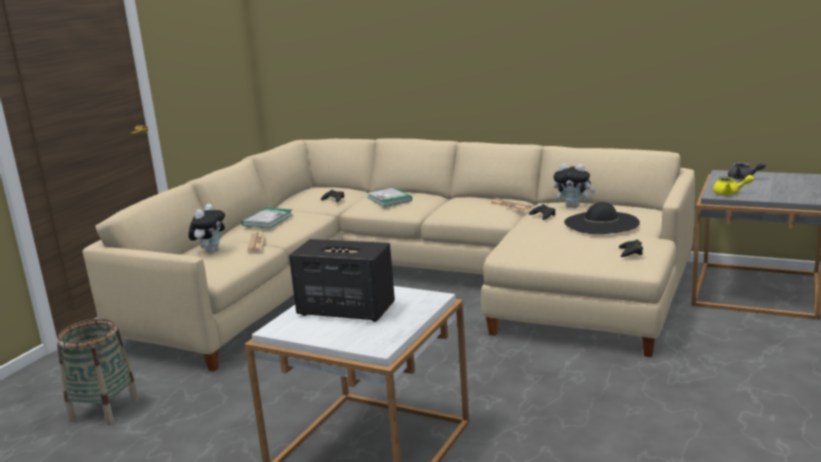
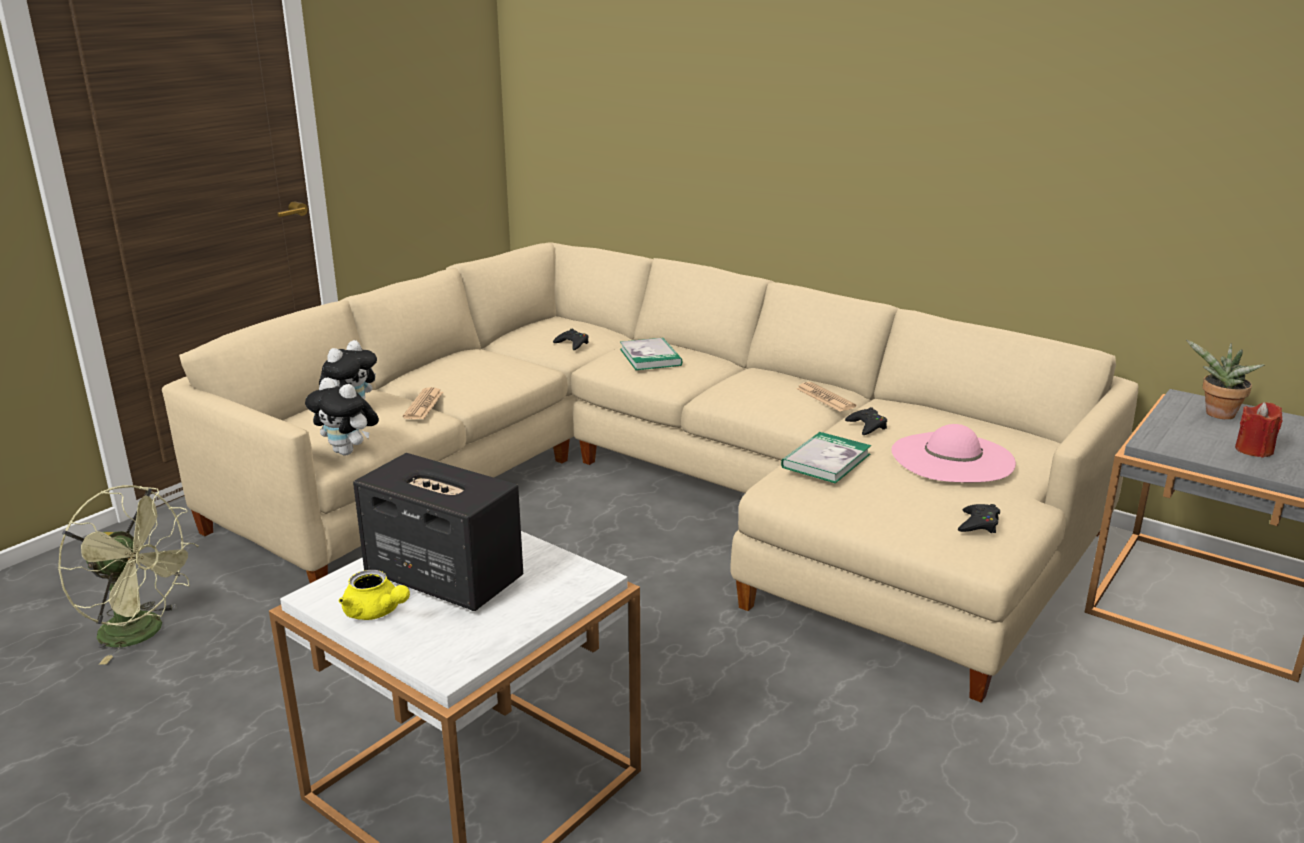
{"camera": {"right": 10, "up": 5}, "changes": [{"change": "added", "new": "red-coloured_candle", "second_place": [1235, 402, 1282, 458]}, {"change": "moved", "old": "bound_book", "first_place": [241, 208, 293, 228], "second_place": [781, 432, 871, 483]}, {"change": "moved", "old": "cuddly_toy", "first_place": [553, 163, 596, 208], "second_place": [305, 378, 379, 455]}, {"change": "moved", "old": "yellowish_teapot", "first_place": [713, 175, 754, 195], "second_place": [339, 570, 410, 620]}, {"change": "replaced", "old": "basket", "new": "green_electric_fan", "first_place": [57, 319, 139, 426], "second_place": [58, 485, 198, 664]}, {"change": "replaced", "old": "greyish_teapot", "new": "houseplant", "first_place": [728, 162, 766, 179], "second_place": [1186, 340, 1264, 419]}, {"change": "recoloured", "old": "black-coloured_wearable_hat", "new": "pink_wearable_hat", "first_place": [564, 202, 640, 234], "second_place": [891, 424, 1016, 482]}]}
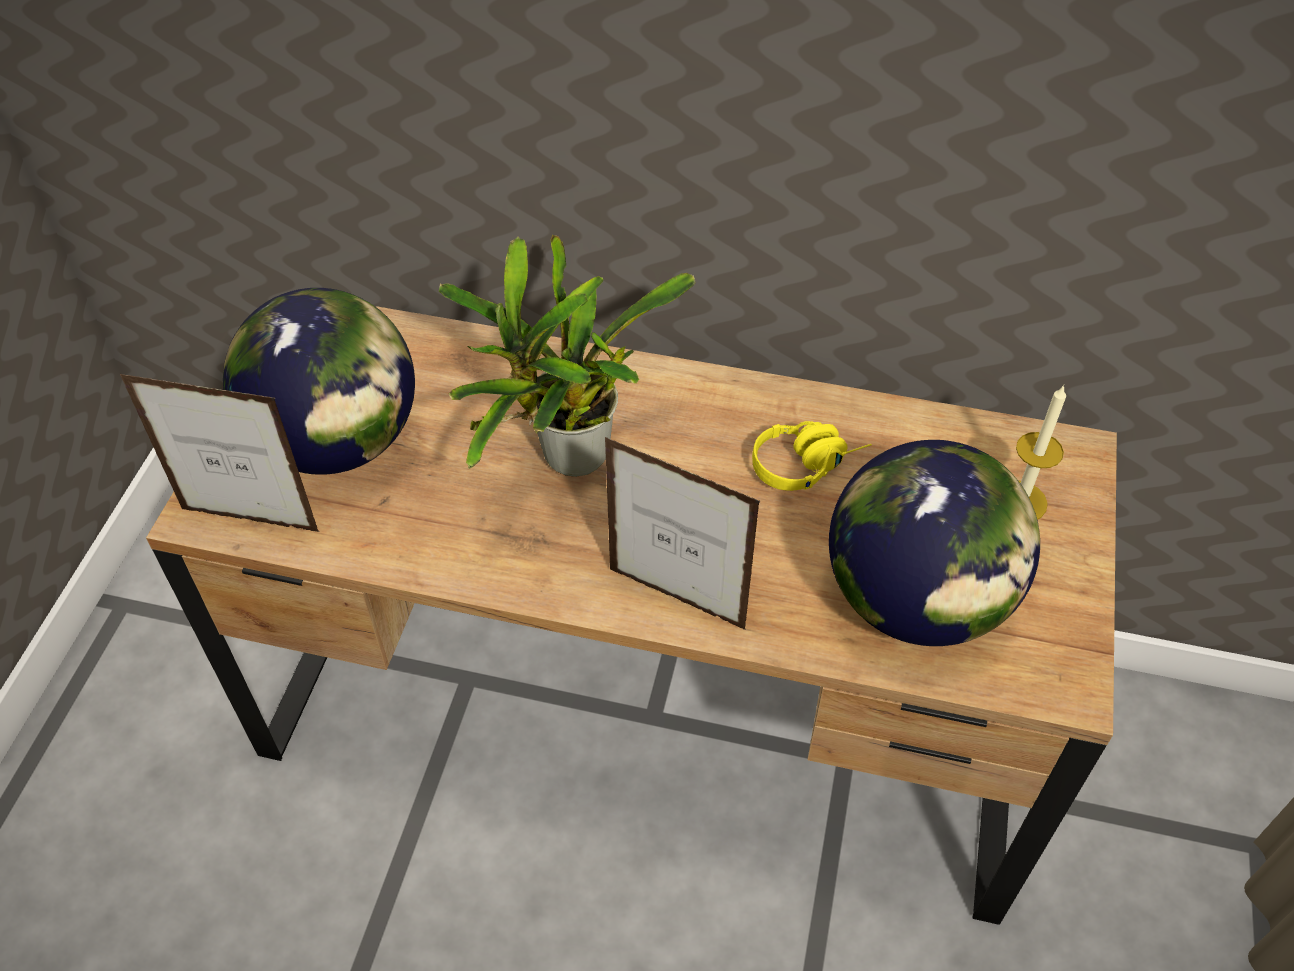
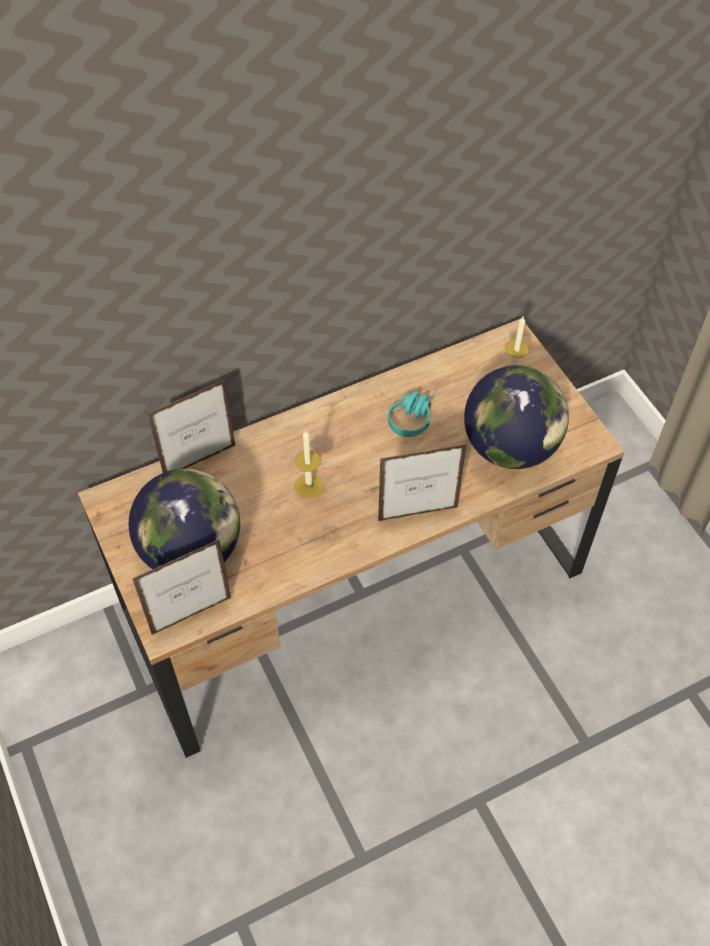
{"camera": {"right": -40, "up": 5}, "changes": [{"change": "added", "new": "standing_frame", "second_place": [148, 379, 235, 473]}, {"change": "replaced", "old": "houseplant", "new": "candle", "first_place": [439, 235, 696, 477], "second_place": [295, 431, 324, 498]}, {"change": "recoloured", "old": "yellowish_headset", "new": "turquoise_headset", "first_place": [752, 421, 872, 491], "second_place": [388, 389, 437, 437]}]}
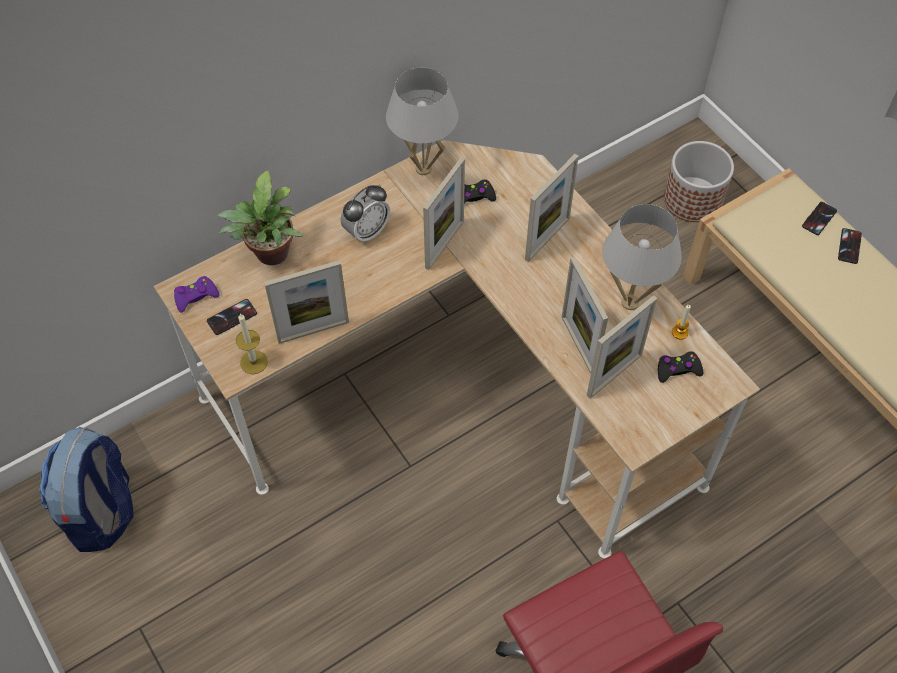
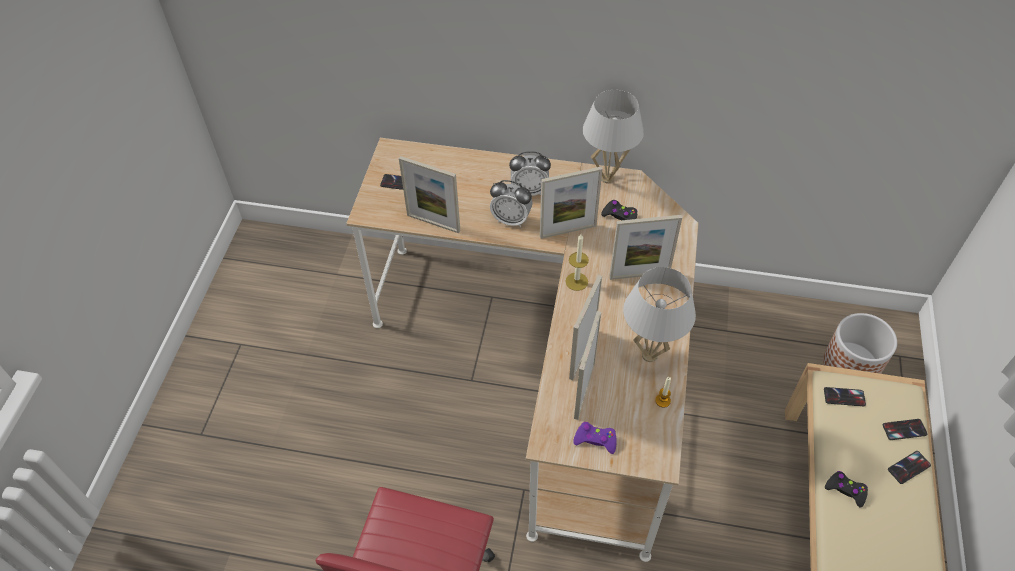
{"camera": {"right": 45, "up": -5}, "changes": [{"change": "removed", "old": "backpack", "first_place": [39, 427, 134, 552]}, {"change": "removed", "old": "houseplant", "first_place": [217, 170, 303, 265]}, {"change": "added", "new": "alarm_clock", "second_place": [490, 180, 533, 227]}, {"change": "added", "new": "telephone", "second_place": [824, 387, 866, 406]}, {"change": "moved", "old": "purple-coloured_game_controller", "first_place": [174, 276, 220, 313], "second_place": [573, 422, 617, 454]}, {"change": "moved", "old": "candle", "first_place": [236, 313, 268, 374], "second_place": [565, 234, 589, 291]}, {"change": "moved", "old": "black-coloured_game_controller", "first_place": [658, 351, 703, 383], "second_place": [825, 471, 868, 508]}, {"change": "turned", "old": "standing_frame", "first_place": [587, 295, 657, 399], "second_place": [574, 311, 601, 420], "degrees": 105}]}
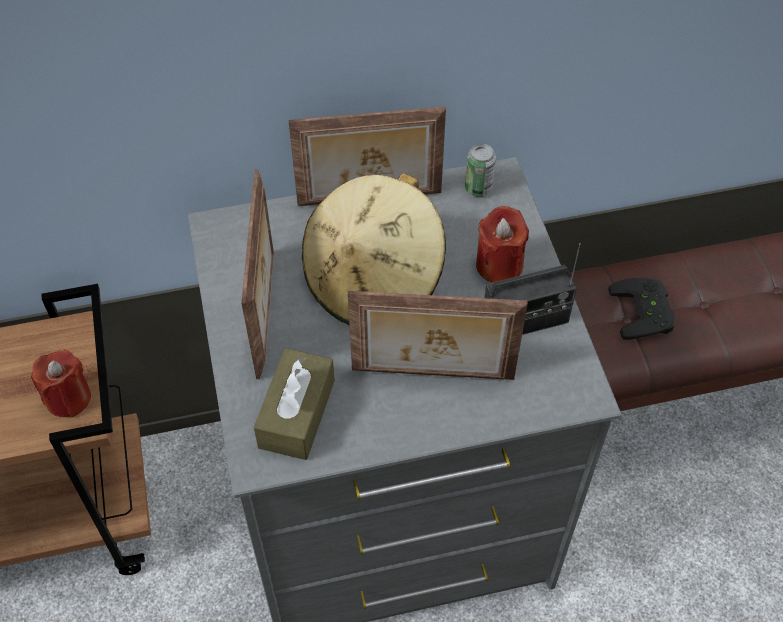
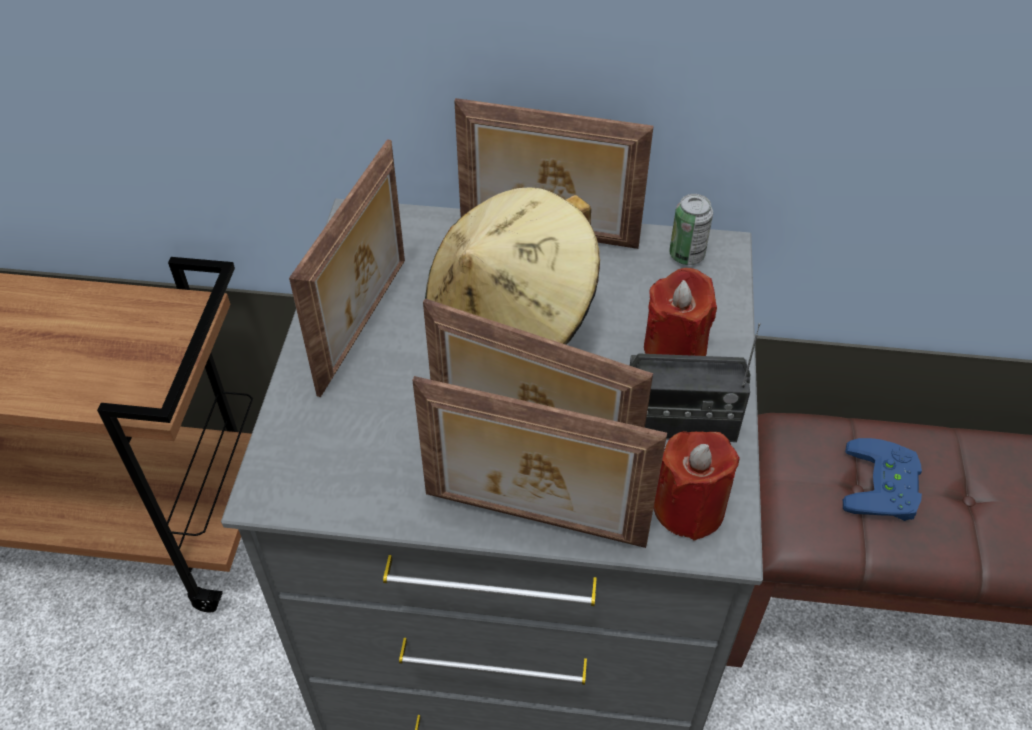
{"camera": {"right": 20, "up": -5}, "changes": [{"change": "removed", "old": "brown_tissue_holder", "first_place": [254, 348, 335, 460]}, {"change": "added", "new": "standing_frame", "second_place": [413, 376, 667, 548]}, {"change": "moved", "old": "red-coloured_candle", "first_place": [31, 350, 91, 417], "second_place": [653, 431, 740, 541]}, {"change": "recoloured", "old": "black-coloured_game_controller", "new": "blue_game_controller", "first_place": [609, 278, 675, 340], "second_place": [843, 438, 922, 521]}]}
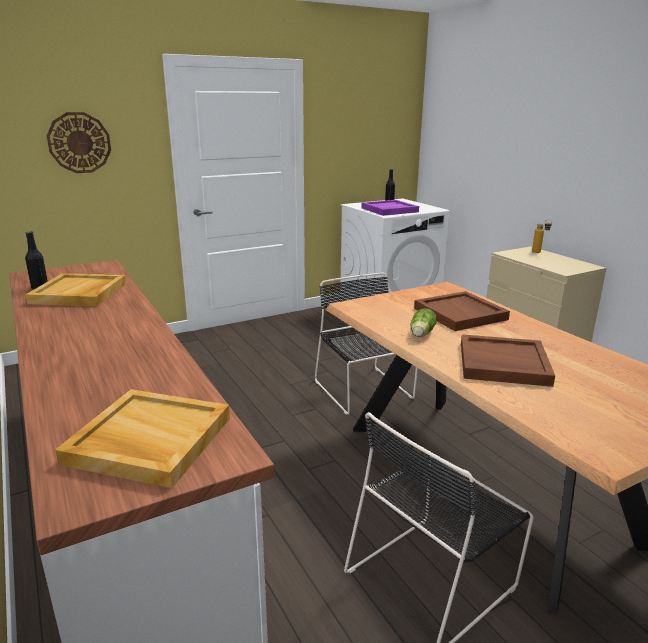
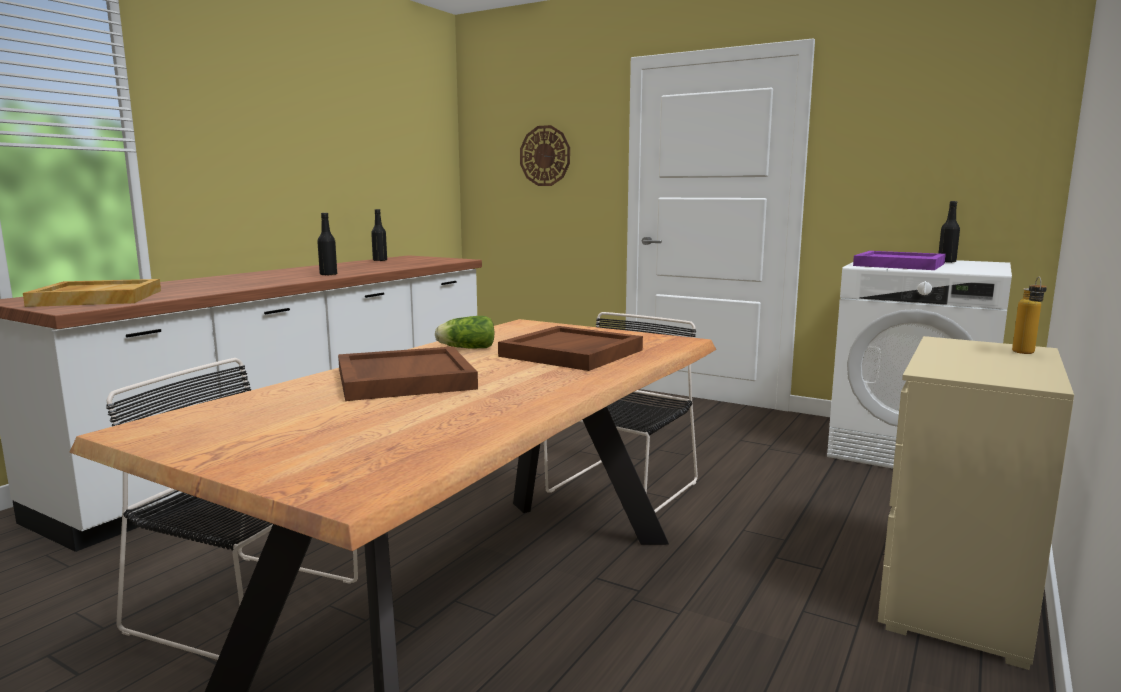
{"camera": {"right": 60, "up": -10}, "changes": [{"change": "removed", "old": "beige_tray", "first_place": [25, 273, 126, 306]}, {"change": "added", "new": "black-coloured_beverage_bottle", "second_place": [317, 213, 337, 275]}]}
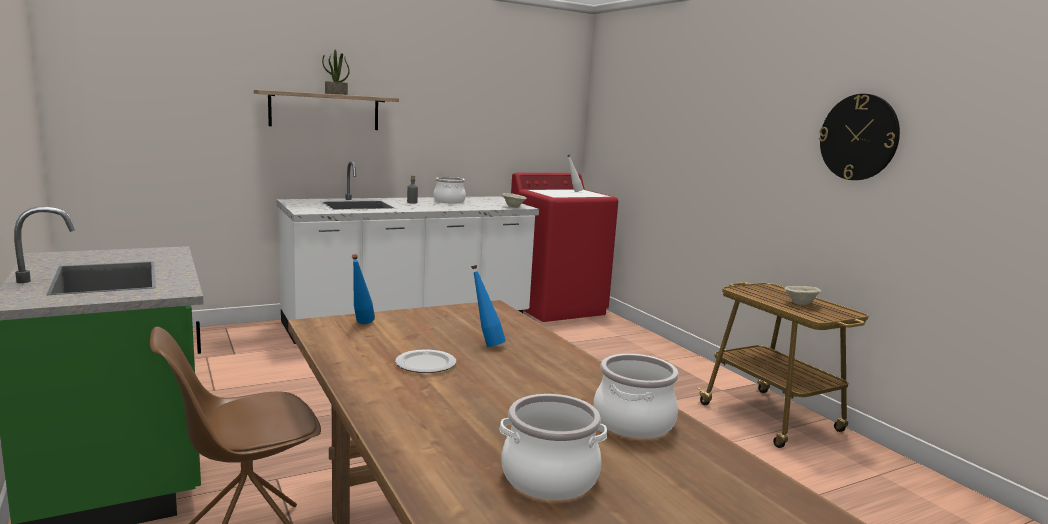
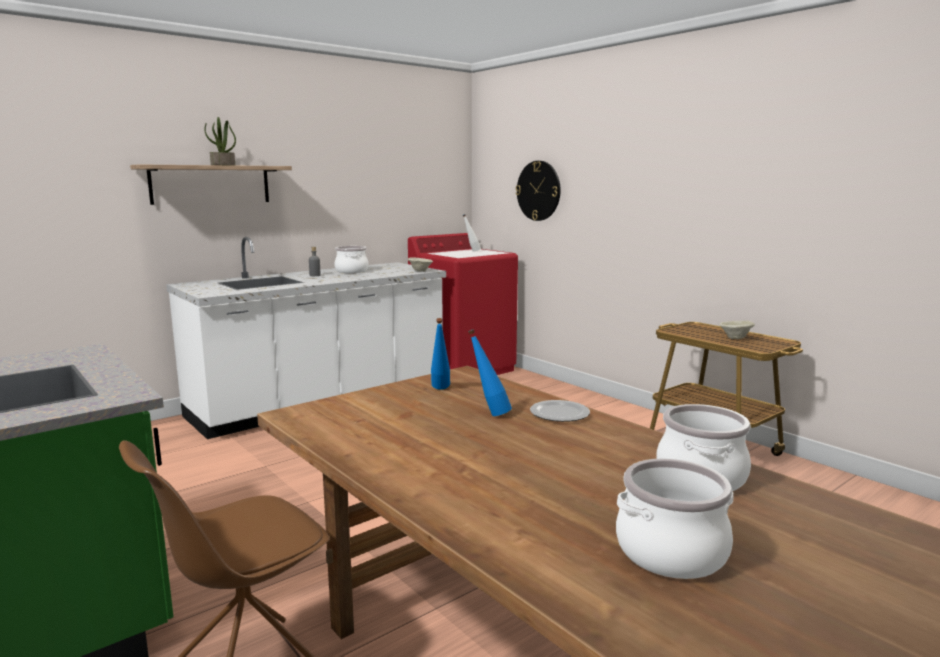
{"camera": {"right": -10, "up": 0}, "changes": [{"change": "moved", "old": "blue_beverage_bottle", "first_place": [352, 254, 375, 324], "second_place": [431, 318, 450, 390]}, {"change": "moved", "old": "dinner_plate", "first_place": [395, 350, 456, 373], "second_place": [530, 400, 590, 422]}, {"change": "moved", "old": "wall_clock", "first_place": [819, 94, 900, 180], "second_place": [516, 161, 561, 221]}]}
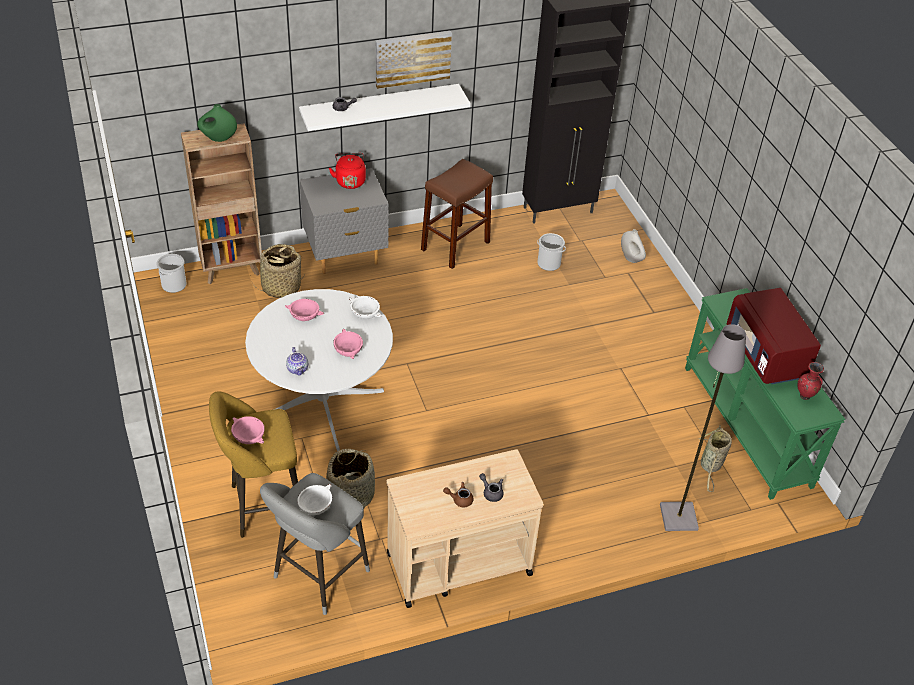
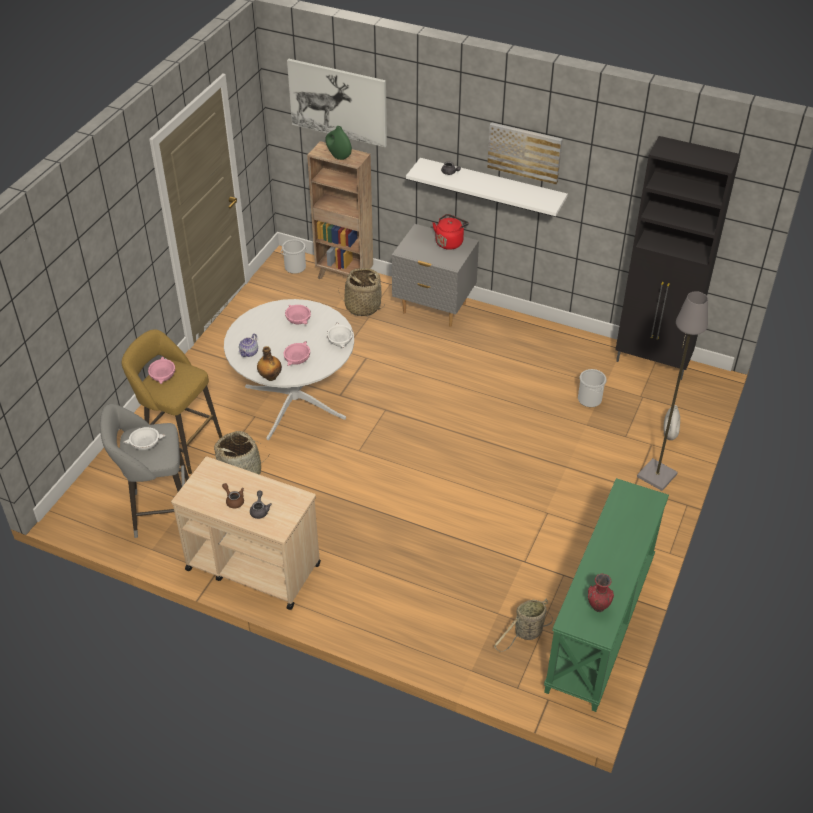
{"camera": {"right": 45, "up": 0}, "changes": [{"change": "removed", "old": "brown_sitting_stool", "first_place": [421, 159, 493, 269]}, {"change": "removed", "old": "red-coloured_microwave_oven", "first_place": [727, 288, 821, 384]}, {"change": "added", "new": "beverage_bottle", "second_place": [257, 346, 282, 381]}, {"change": "added", "new": "wall_picture", "second_place": [287, 59, 387, 147]}, {"change": "moved", "old": "greyish_floor_lamp", "first_place": [660, 324, 746, 531], "second_place": [637, 291, 708, 491]}]}
